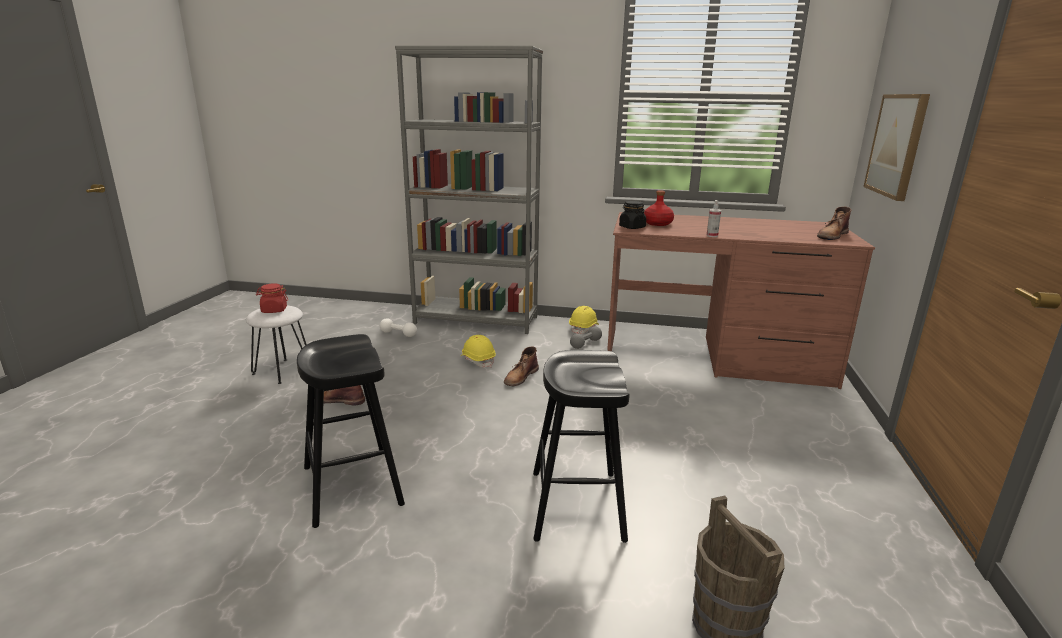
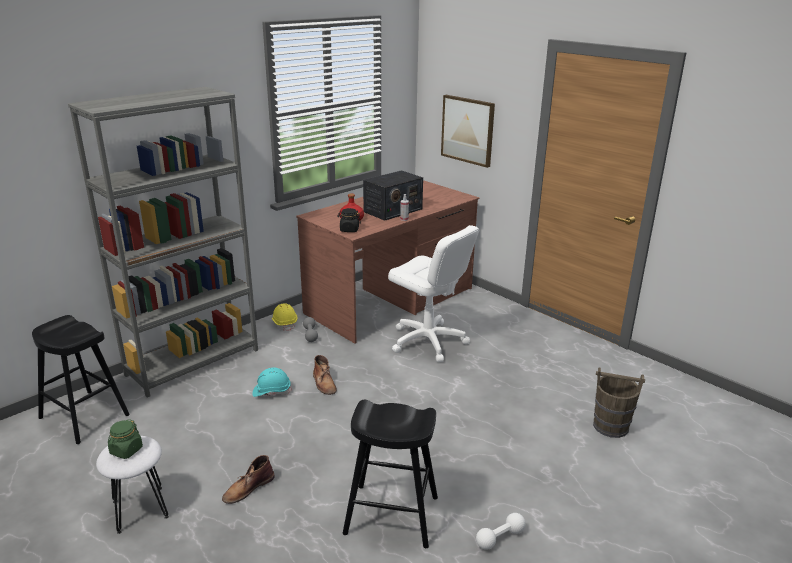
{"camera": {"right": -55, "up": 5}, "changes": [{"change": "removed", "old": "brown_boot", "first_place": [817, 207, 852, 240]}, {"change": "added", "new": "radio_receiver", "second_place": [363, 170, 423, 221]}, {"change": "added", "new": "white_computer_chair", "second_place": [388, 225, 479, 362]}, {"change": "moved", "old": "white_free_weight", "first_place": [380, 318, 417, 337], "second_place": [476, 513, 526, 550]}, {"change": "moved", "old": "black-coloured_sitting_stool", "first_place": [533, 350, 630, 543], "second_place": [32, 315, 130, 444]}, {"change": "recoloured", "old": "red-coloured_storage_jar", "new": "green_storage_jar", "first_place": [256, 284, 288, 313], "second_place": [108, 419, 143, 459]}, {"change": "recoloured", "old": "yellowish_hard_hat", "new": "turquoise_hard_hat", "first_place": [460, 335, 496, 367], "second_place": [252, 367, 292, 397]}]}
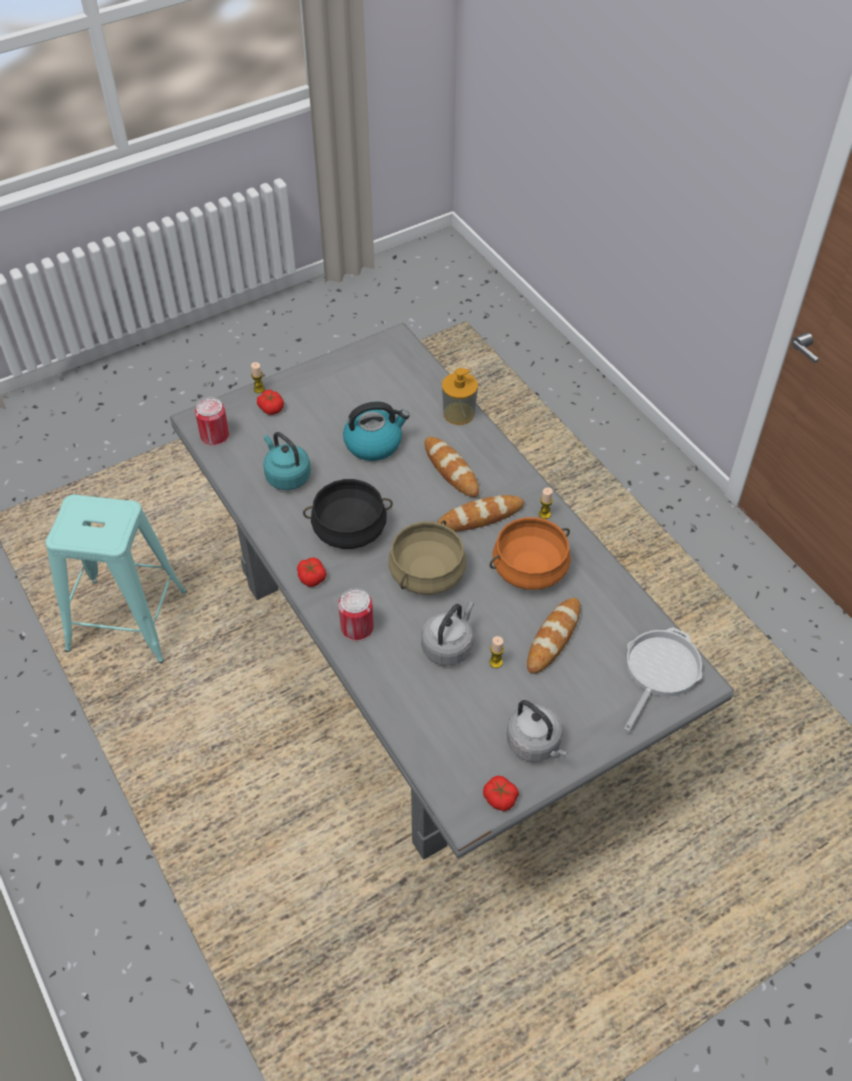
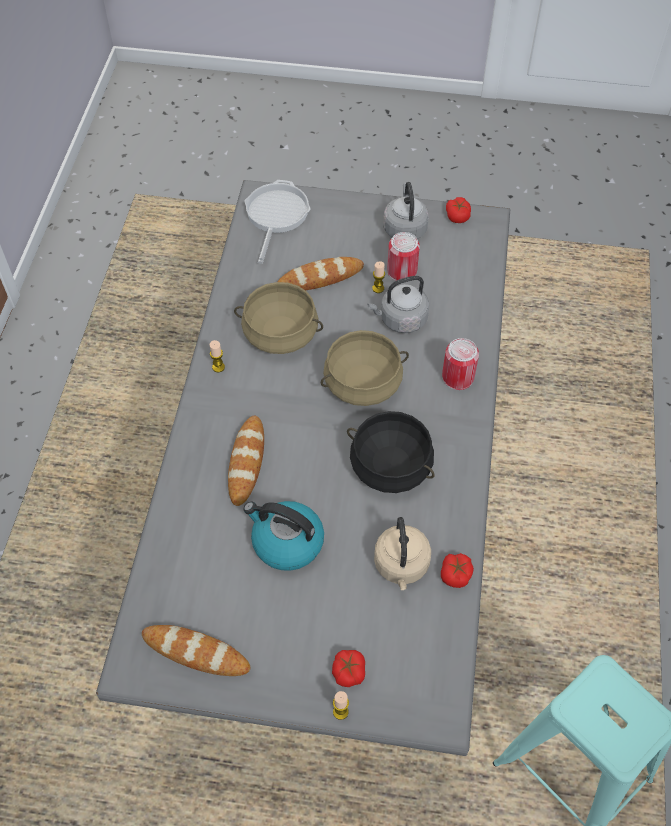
{"camera": {"right": -140, "up": 5}, "changes": [{"change": "removed", "old": "soap_bottle", "first_place": [442, 368, 478, 425]}, {"change": "moved", "old": "metal_can", "first_place": [195, 398, 229, 446], "second_place": [387, 232, 420, 281]}, {"change": "moved", "old": "whole_tomato", "first_place": [297, 557, 326, 587], "second_place": [441, 553, 474, 588]}, {"change": "moved", "old": "bakery_bread", "first_place": [437, 495, 524, 531], "second_place": [142, 625, 250, 676]}, {"change": "recoloured", "old": "turquoise_tea_kettle", "new": "beige_tea_kettle", "first_place": [263, 432, 311, 490], "second_place": [374, 517, 431, 590]}, {"change": "recoloured", "old": "orange-coloured_stockpot", "new": "beige_stockpot", "first_place": [490, 517, 571, 590], "second_place": [234, 282, 323, 354]}, {"change": "turned", "old": "frying_pan", "first_place": [624, 627, 702, 732], "second_place": [244, 180, 310, 264], "degrees": 120}]}
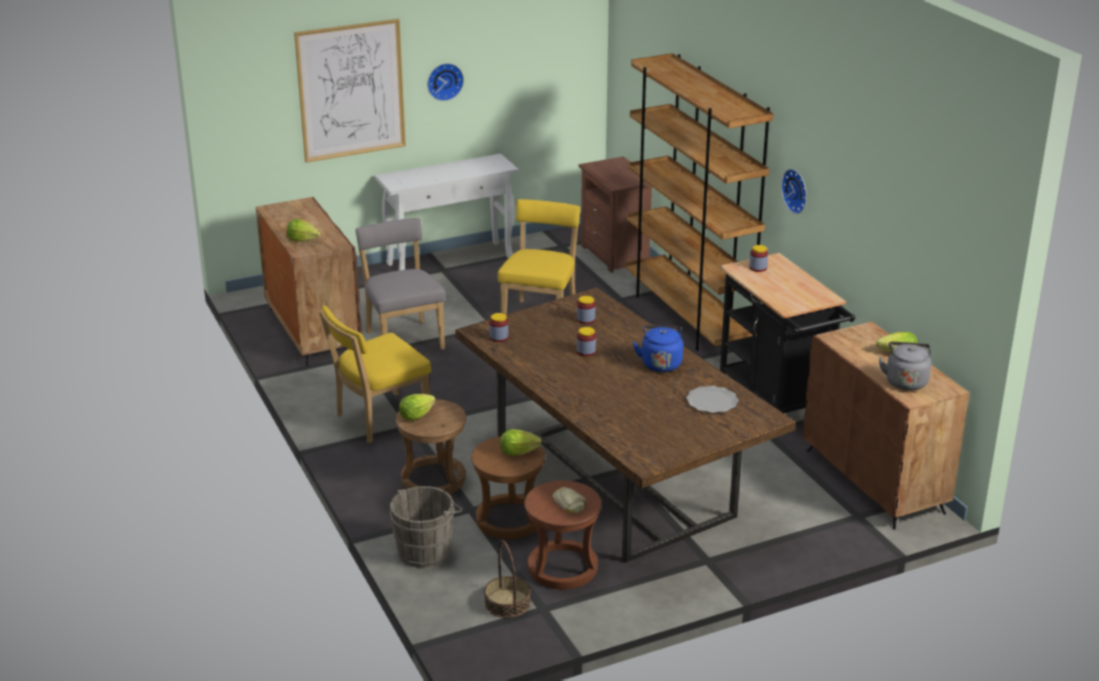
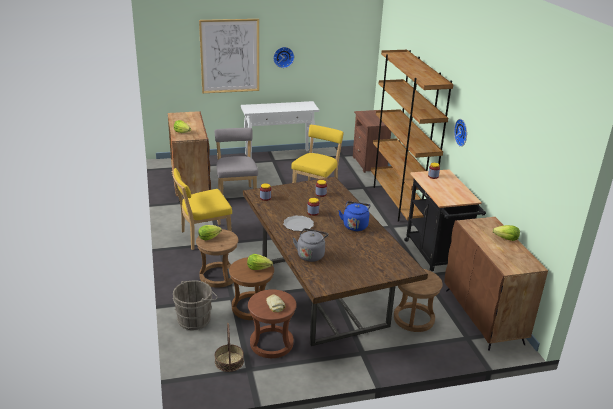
{"camera": {"right": 10, "up": 0}, "changes": [{"change": "added", "new": "brown_sitting_stool", "second_place": [394, 269, 443, 332]}, {"change": "moved", "old": "dinner_plate", "first_place": [686, 386, 739, 413], "second_place": [283, 215, 314, 231]}, {"change": "moved", "old": "greyish_tea_kettle", "first_place": [879, 342, 931, 391], "second_place": [293, 228, 329, 262]}]}
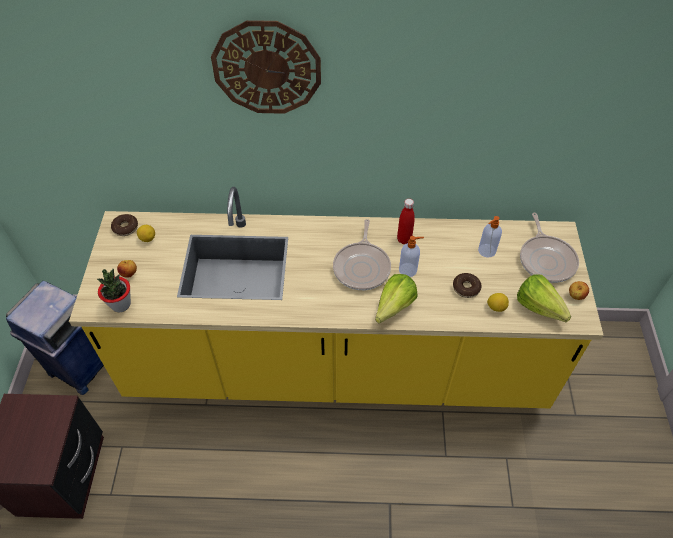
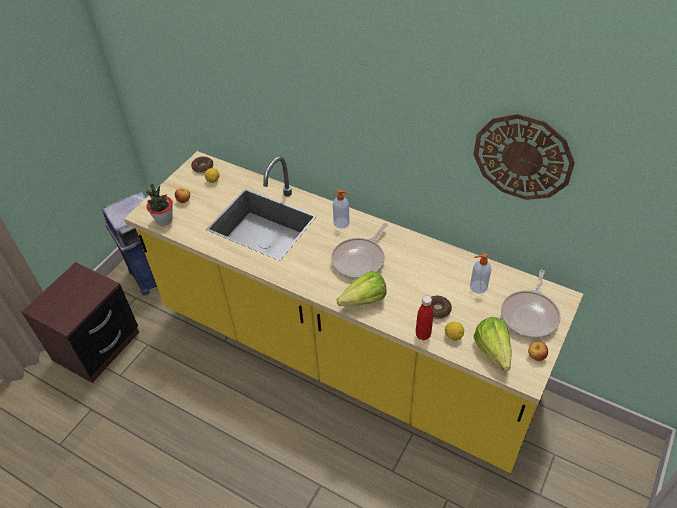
{"camera": {"right": 30, "up": -5}, "changes": [{"change": "moved", "old": "wall_clock", "first_place": [211, 20, 321, 114], "second_place": [474, 114, 575, 200]}, {"change": "moved", "old": "red-coloured_beverage_bottle", "first_place": [397, 199, 415, 244], "second_place": [416, 296, 433, 340]}, {"change": "moved", "old": "soap_bottle", "first_place": [399, 236, 424, 277], "second_place": [333, 189, 350, 229]}]}
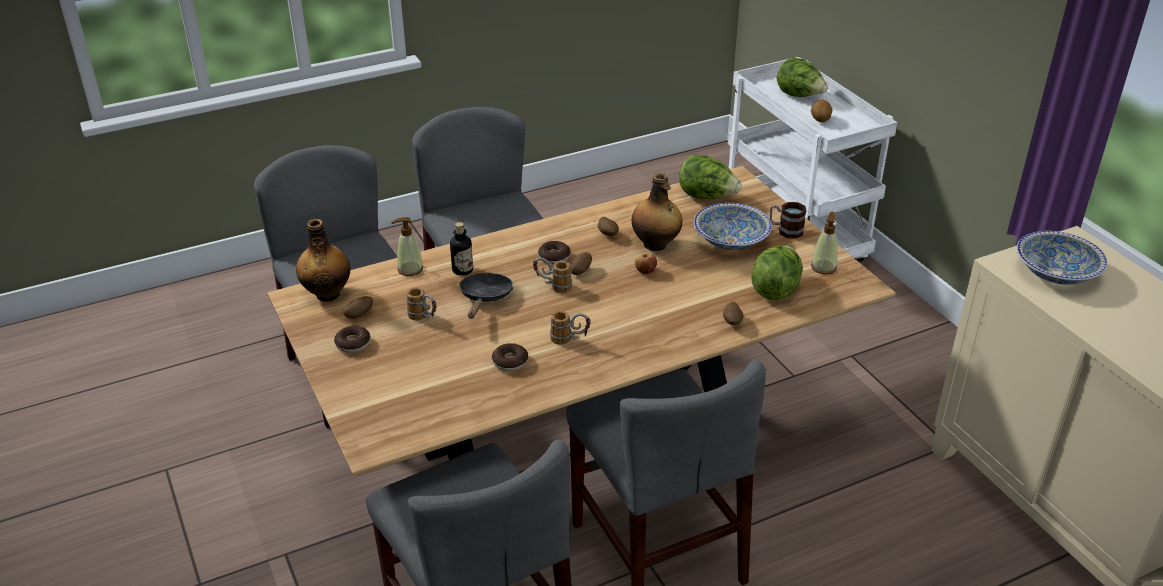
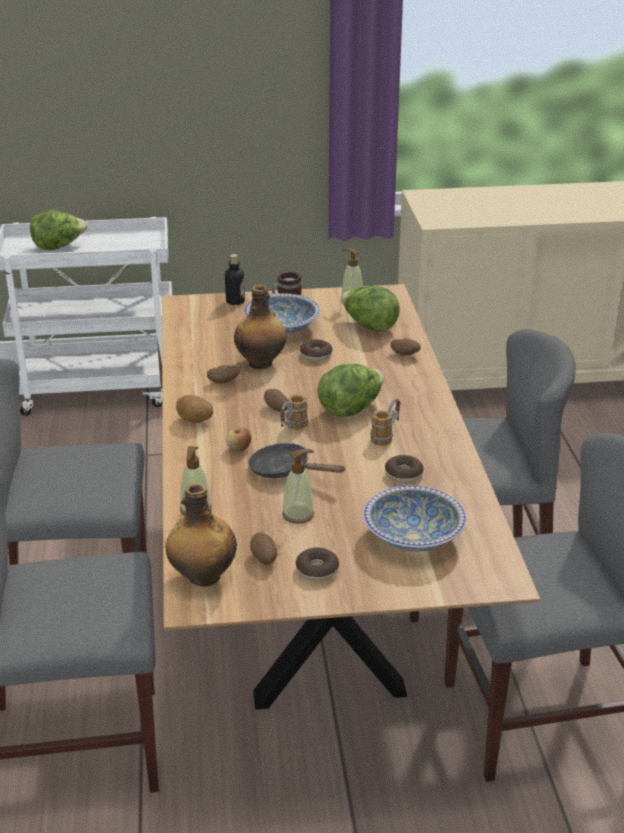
{"camera": {"right": -70, "up": -5}, "changes": [{"change": "moved", "old": "beverage_bottle", "first_place": [450, 222, 473, 276], "second_place": [225, 254, 245, 305]}, {"change": "moved", "old": "donut", "first_place": [538, 241, 570, 264], "second_place": [300, 339, 332, 361]}, {"change": "moved", "old": "apple", "first_place": [635, 253, 657, 274], "second_place": [226, 427, 251, 452]}, {"change": "moved", "old": "lettuce", "first_place": [679, 154, 742, 199], "second_place": [317, 364, 384, 417]}, {"change": "moved", "old": "whole_potato", "first_place": [811, 100, 832, 122], "second_place": [176, 395, 213, 423]}, {"change": "moved", "old": "serving_bowl", "first_place": [1017, 231, 1108, 285], "second_place": [363, 485, 467, 552]}, {"change": "replaced", "old": "tea_mug", "new": "soap_bottle", "first_place": [406, 287, 437, 321], "second_place": [282, 449, 314, 524]}]}
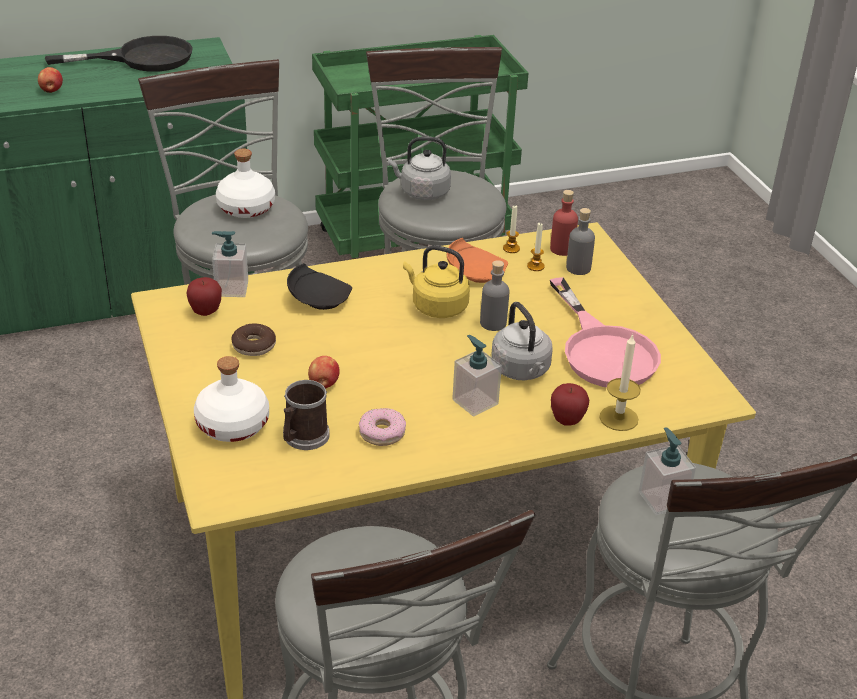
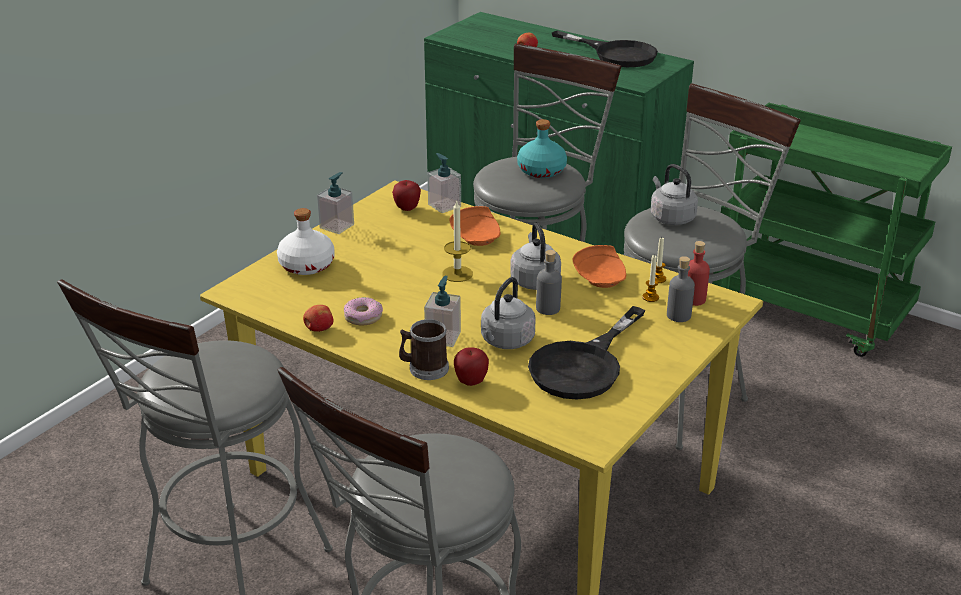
{"camera": {"right": 55, "up": -5}, "changes": [{"change": "removed", "old": "donut", "first_place": [232, 323, 276, 356]}, {"change": "moved", "old": "tea_mug", "first_place": [283, 380, 330, 450], "second_place": [399, 319, 449, 380]}, {"change": "moved", "old": "apple", "first_place": [308, 356, 340, 388], "second_place": [303, 305, 334, 332]}, {"change": "moved", "old": "candle", "first_place": [599, 333, 641, 431], "second_place": [442, 201, 473, 282]}, {"change": "moved", "old": "soap_bottle", "first_place": [639, 427, 696, 515], "second_place": [317, 172, 354, 234]}, {"change": "recoloured", "old": "white_beverage_bottle", "new": "turquoise_beverage_bottle", "first_place": [216, 148, 275, 218], "second_place": [517, 119, 567, 178]}, {"change": "recoloured", "old": "black-coloured_dinner_plate", "new": "orange-coloured_dinner_plate", "first_place": [287, 263, 352, 310], "second_place": [450, 206, 501, 246]}, {"change": "recoloured", "old": "yellowish_tea_kettle", "new": "greyish_tea_kettle", "first_place": [403, 245, 470, 318], "second_place": [510, 223, 561, 290]}, {"change": "recoloured", "old": "pink_frying_pan", "new": "black-coloured_frying_pan", "first_place": [550, 277, 661, 387], "second_place": [528, 306, 645, 400]}]}
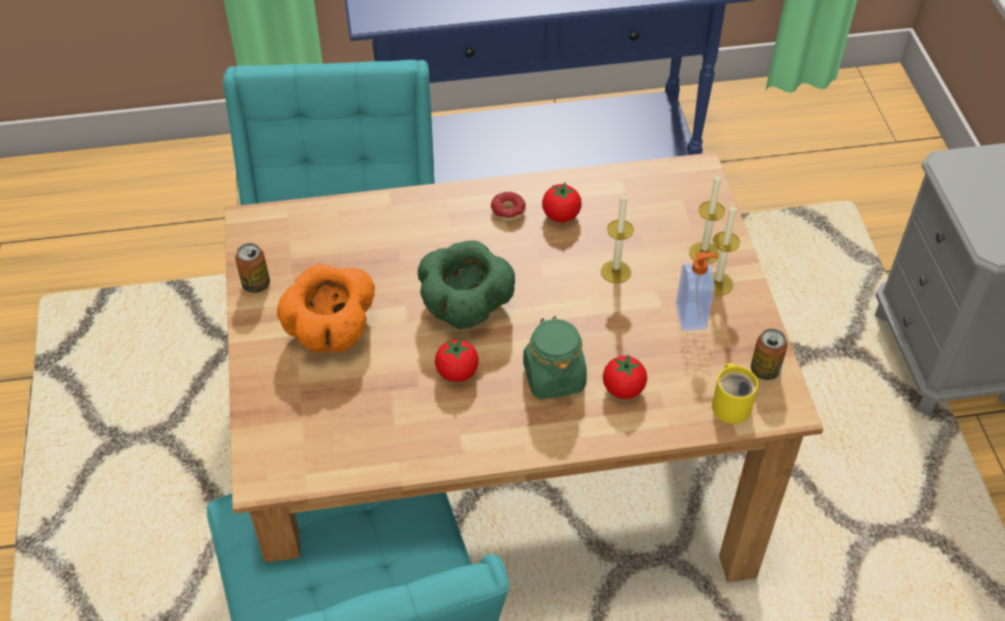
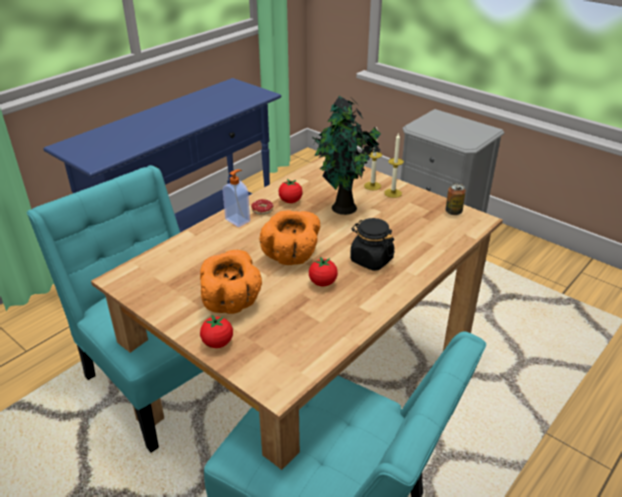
{"camera": {"right": -40, "up": -15}, "changes": [{"change": "removed", "old": "metal_can", "first_place": [235, 243, 270, 293]}, {"change": "removed", "old": "yellowish_tea_mug", "first_place": [712, 363, 758, 424]}, {"change": "moved", "old": "whole_tomato", "first_place": [603, 354, 647, 399], "second_place": [200, 315, 233, 348]}, {"change": "moved", "old": "soap_bottle", "first_place": [676, 252, 718, 331], "second_place": [223, 169, 250, 227]}, {"change": "replaced", "old": "candle", "new": "houseplant", "first_place": [601, 191, 634, 284], "second_place": [312, 96, 381, 215]}, {"change": "recoloured", "old": "green_serving_bowl", "new": "orange-coloured_serving_bowl", "first_place": [418, 240, 515, 329], "second_place": [260, 210, 320, 265]}, {"change": "recoloured", "old": "green_storage_jar", "new": "black-coloured_storage_jar", "first_place": [523, 316, 587, 399], "second_place": [350, 218, 394, 271]}]}
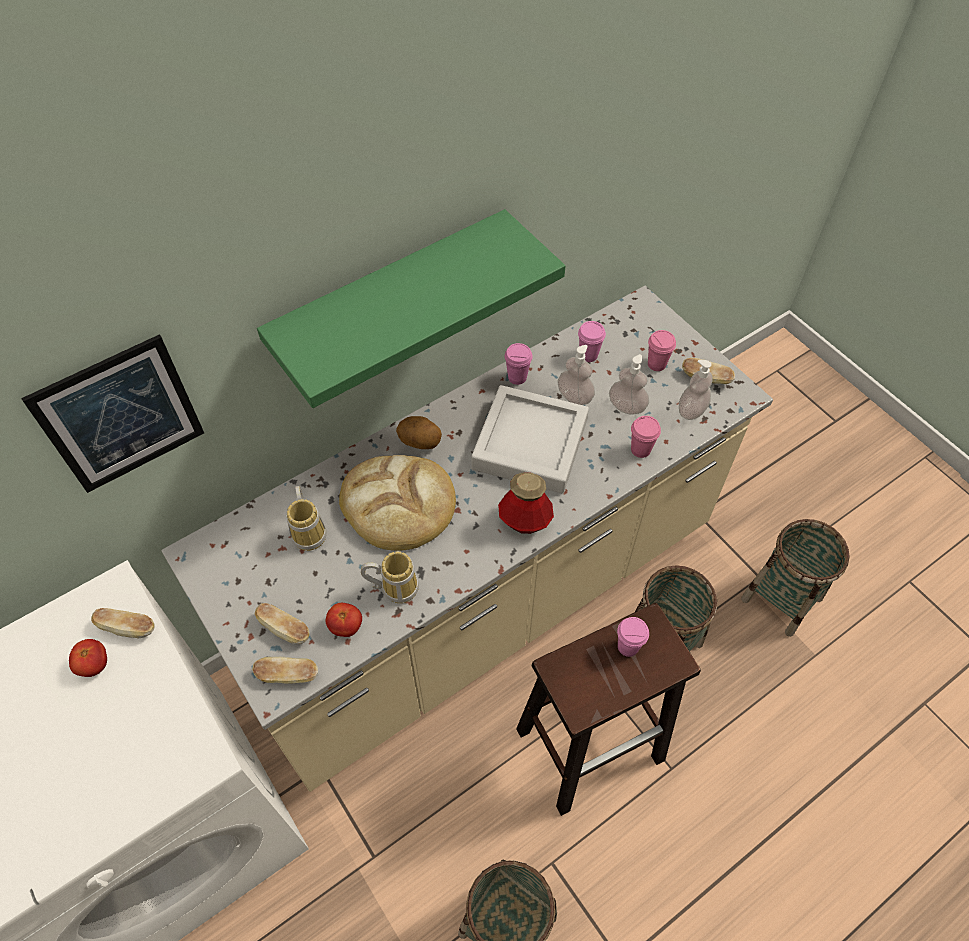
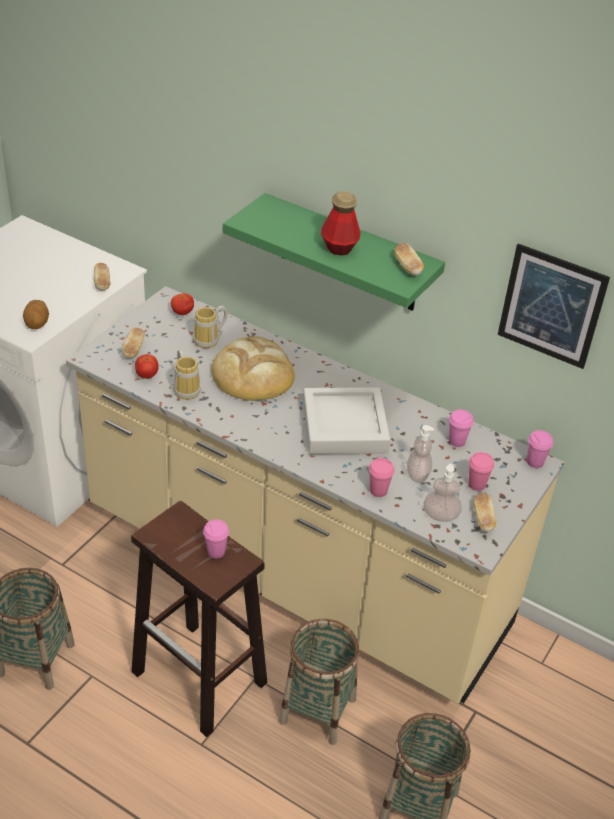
{"camera": {"right": 65, "up": -15}, "changes": [{"change": "removed", "old": "soap_bottle", "first_place": [558, 345, 595, 405]}, {"change": "moved", "old": "wall_picture", "first_place": [21, 334, 204, 493], "second_place": [498, 243, 610, 369]}, {"change": "moved", "old": "whole_tomato", "first_place": [69, 639, 107, 677], "second_place": [171, 293, 194, 315]}, {"change": "moved", "old": "bakery_bread", "first_place": [252, 657, 318, 684], "second_place": [394, 243, 424, 276]}, {"change": "moved", "old": "whole_potato", "first_place": [396, 416, 442, 449], "second_place": [23, 300, 49, 329]}, {"change": "moved", "old": "beverage_bottle", "first_place": [498, 472, 554, 534], "second_place": [321, 191, 361, 256]}, {"change": "moved", "old": "pink_drinking_cup", "first_place": [504, 343, 533, 385], "second_place": [527, 430, 553, 468]}]}
